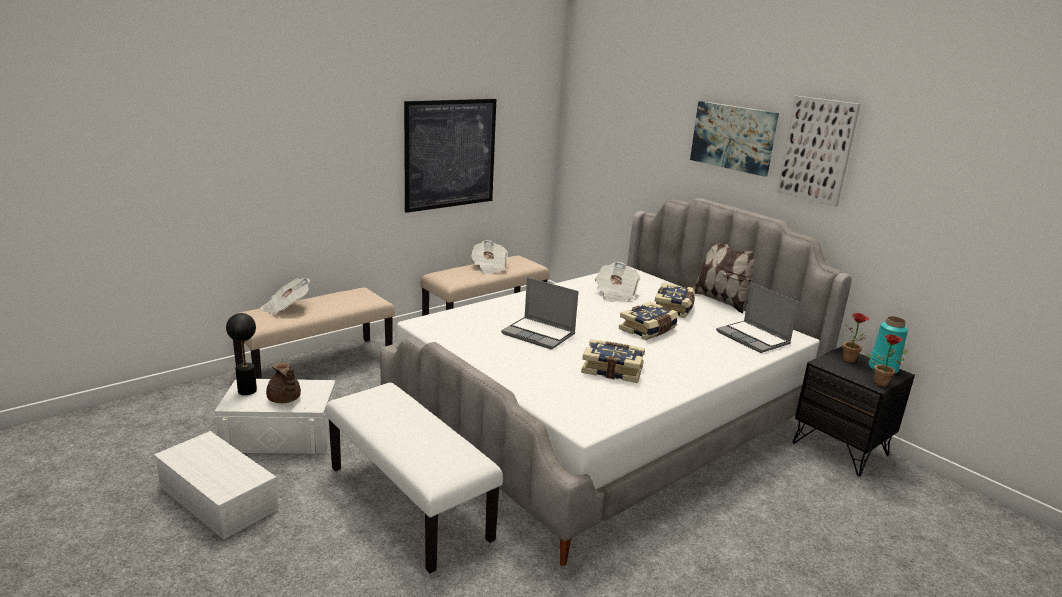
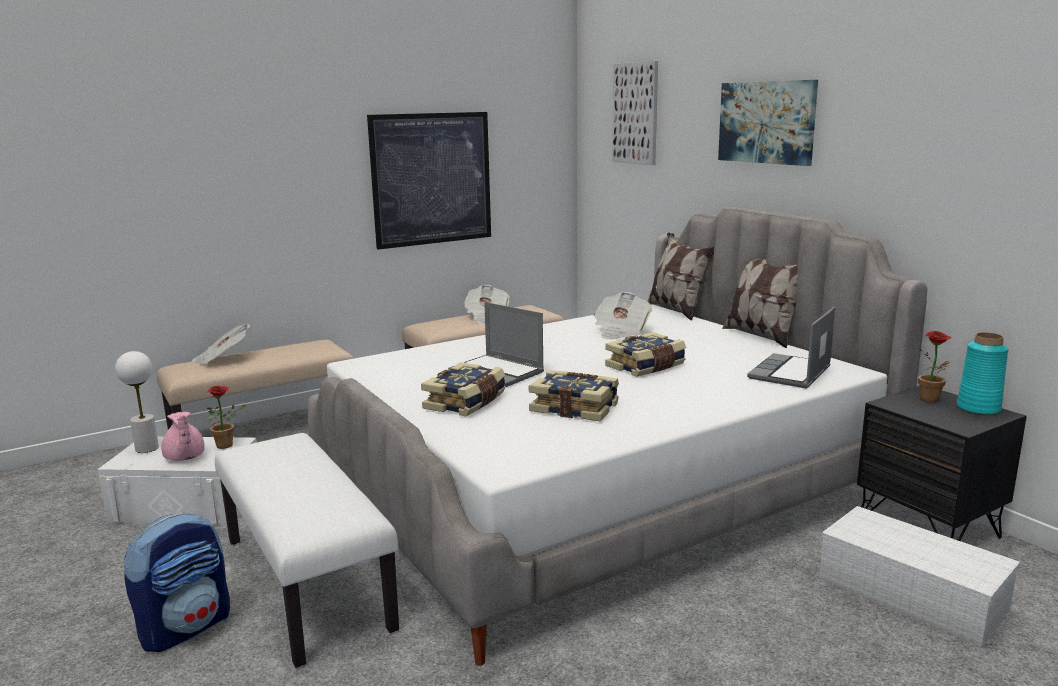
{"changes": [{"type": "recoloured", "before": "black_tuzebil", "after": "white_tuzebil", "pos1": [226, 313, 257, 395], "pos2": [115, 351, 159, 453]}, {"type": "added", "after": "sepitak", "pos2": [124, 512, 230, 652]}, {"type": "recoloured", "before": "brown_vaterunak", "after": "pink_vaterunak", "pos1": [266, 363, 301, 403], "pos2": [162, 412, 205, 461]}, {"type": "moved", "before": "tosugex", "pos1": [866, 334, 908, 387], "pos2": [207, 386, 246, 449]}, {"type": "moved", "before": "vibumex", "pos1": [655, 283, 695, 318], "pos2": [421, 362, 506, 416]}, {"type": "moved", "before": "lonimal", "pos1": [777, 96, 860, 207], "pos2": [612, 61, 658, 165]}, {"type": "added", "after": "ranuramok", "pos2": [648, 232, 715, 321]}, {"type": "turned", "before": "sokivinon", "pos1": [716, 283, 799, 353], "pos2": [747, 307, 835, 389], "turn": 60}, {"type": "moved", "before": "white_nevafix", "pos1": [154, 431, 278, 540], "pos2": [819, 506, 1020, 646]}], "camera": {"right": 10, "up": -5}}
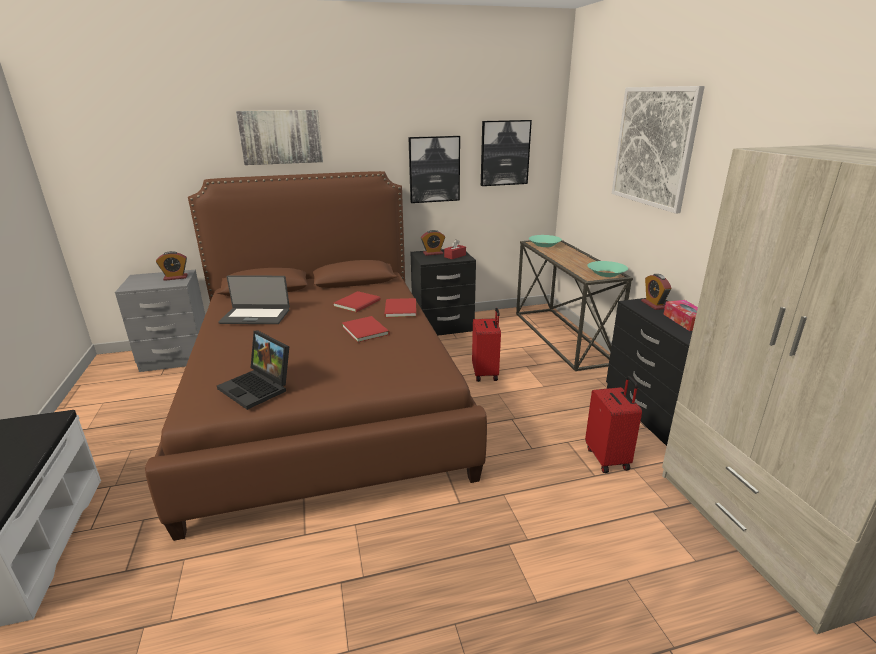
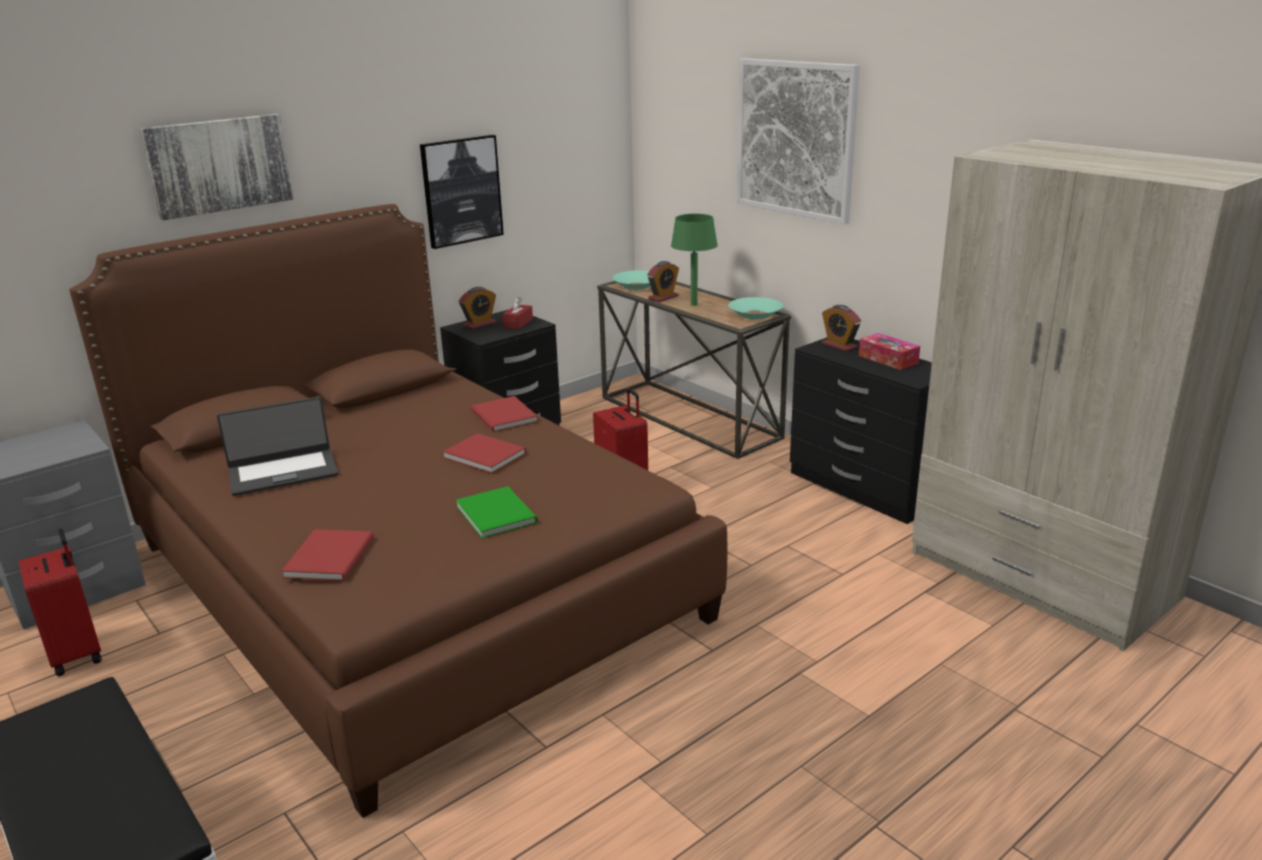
{"changes": [{"type": "moved", "before": "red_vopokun", "pos1": [585, 376, 642, 473], "pos2": [19, 528, 102, 676]}, {"type": "moved", "before": "red_vibumex", "pos1": [333, 291, 381, 312], "pos2": [282, 529, 374, 581]}, {"type": "added", "after": "green_vibumex", "pos2": [456, 486, 538, 538]}, {"type": "moved", "before": "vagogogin", "pos1": [156, 251, 188, 281], "pos2": [647, 261, 679, 302]}, {"type": "added", "after": "green_tuzebil", "pos2": [671, 214, 718, 306]}, {"type": "removed", "before": "sokivinon", "pos1": [217, 330, 290, 410]}, {"type": "removed", "before": "lonimal", "pos1": [481, 120, 532, 186]}], "camera": {"right": -25, "up": 0}}
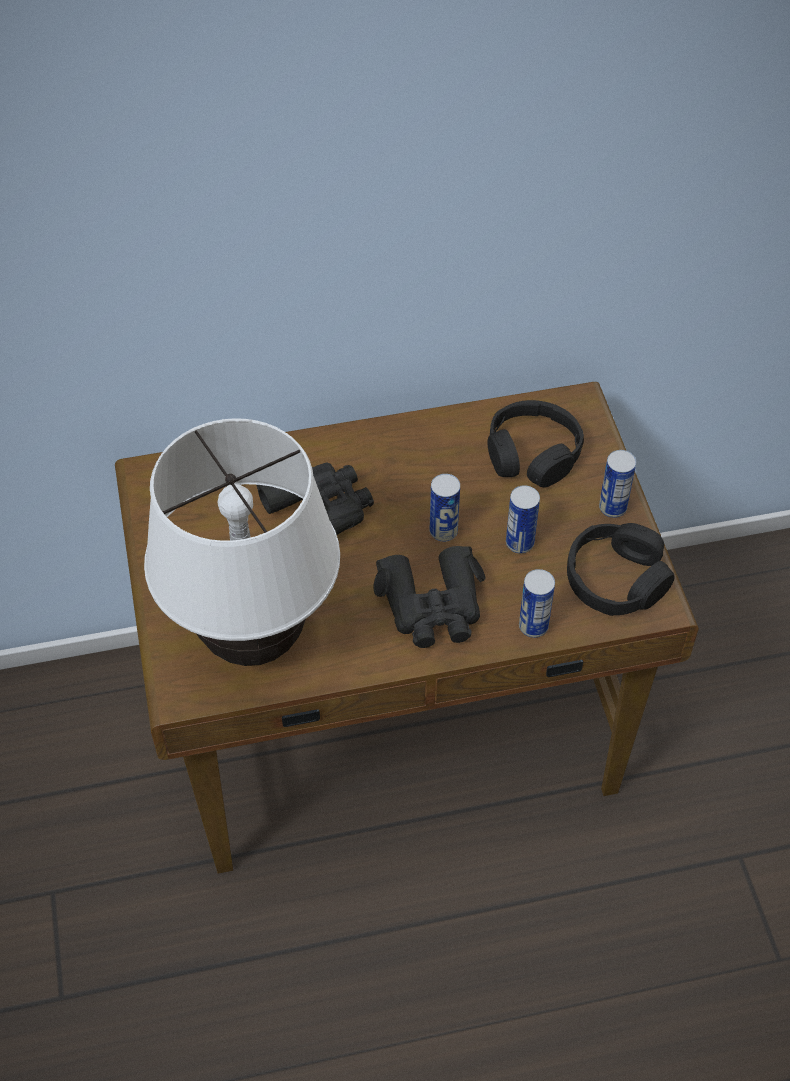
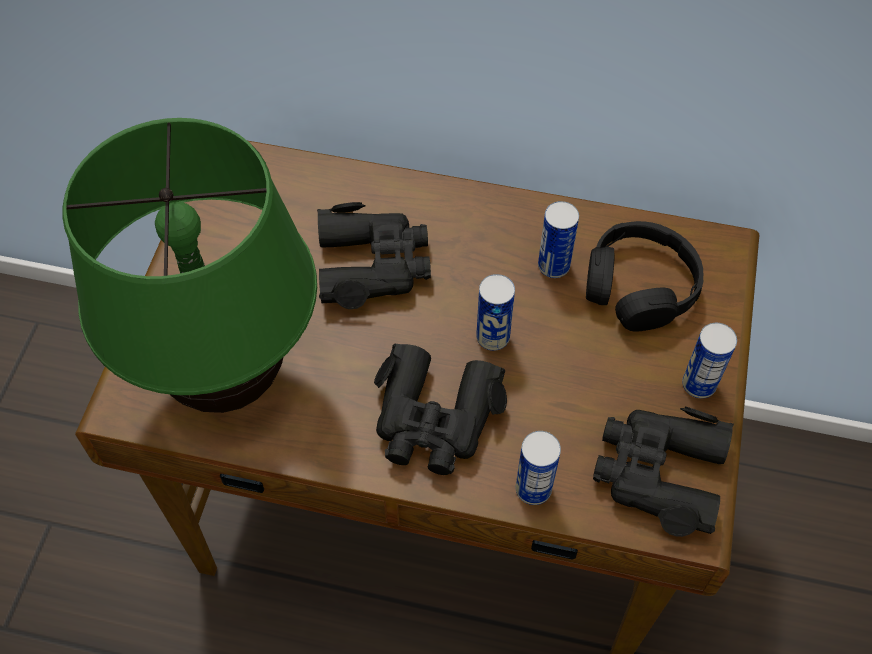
{"changes": [{"type": "recoloured", "before": "white_tuzebil", "after": "green_tuzebil", "pos1": [144, 418, 340, 666], "pos2": [62, 118, 317, 413]}, {"type": "moved", "before": "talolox", "pos1": [506, 485, 540, 553], "pos2": [538, 201, 579, 278]}, {"type": "replaced", "before": "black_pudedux", "after": "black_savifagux", "pos1": [567, 523, 675, 616], "pos2": [593, 407, 734, 537]}], "camera": {"right": 25, "up": 5}}
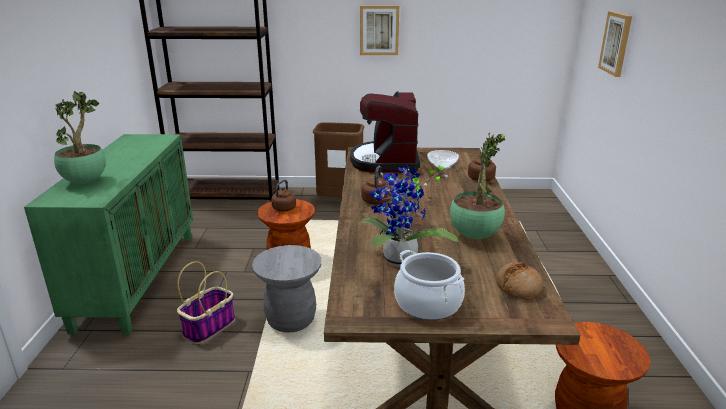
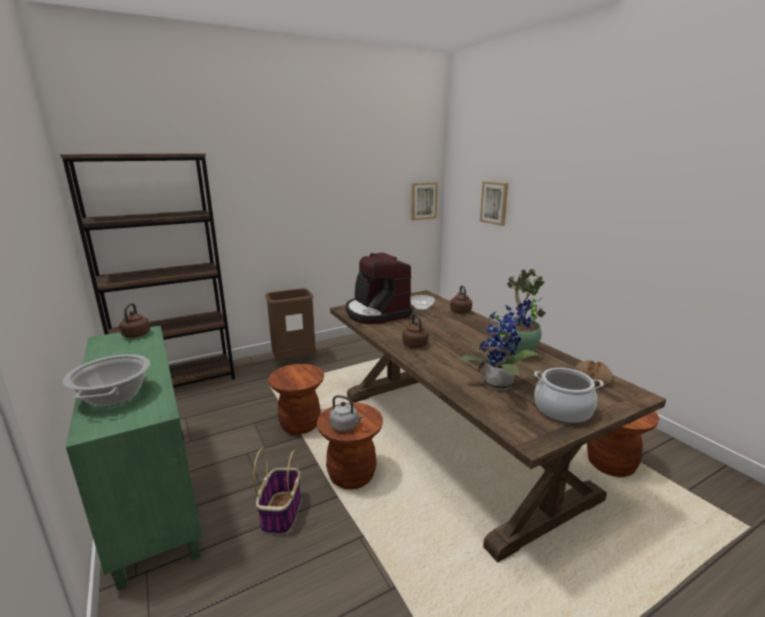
{"changes": [{"type": "replaced", "before": "tosugex", "after": "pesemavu", "pos1": [54, 91, 106, 184], "pos2": [63, 354, 150, 407]}, {"type": "moved", "before": "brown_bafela", "pos1": [270, 180, 296, 212], "pos2": [119, 303, 150, 338]}, {"type": "recoloured", "before": "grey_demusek", "after": "brown_demusek", "pos1": [252, 245, 322, 333], "pos2": [317, 403, 383, 489]}, {"type": "added", "after": "grey_bafela", "pos2": [329, 395, 364, 431]}, {"type": "moved", "before": "lonimal", "pos1": [360, 6, 399, 55], "pos2": [411, 182, 438, 220]}], "camera": {"right": -30, "up": -5}}
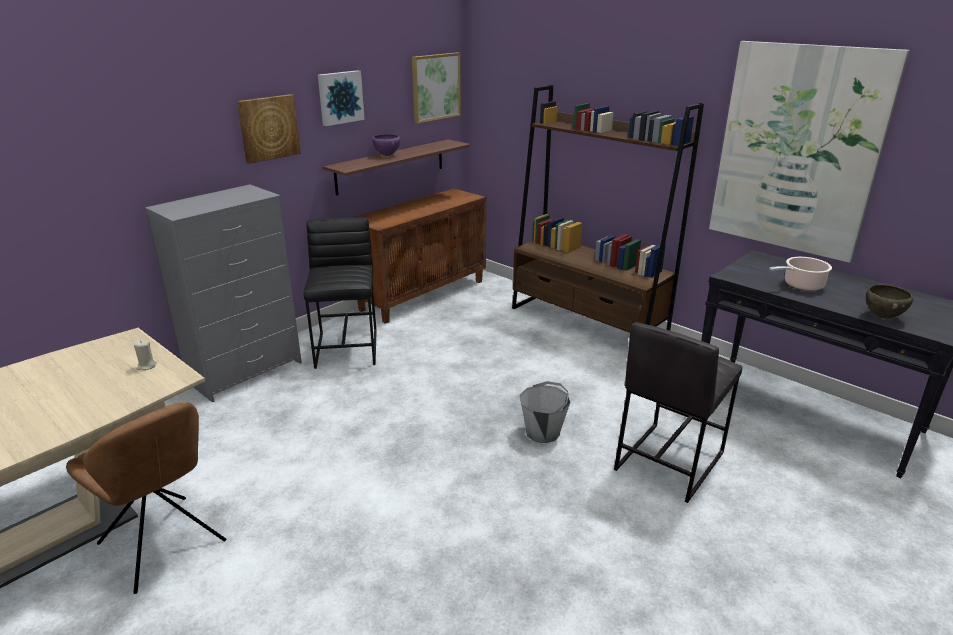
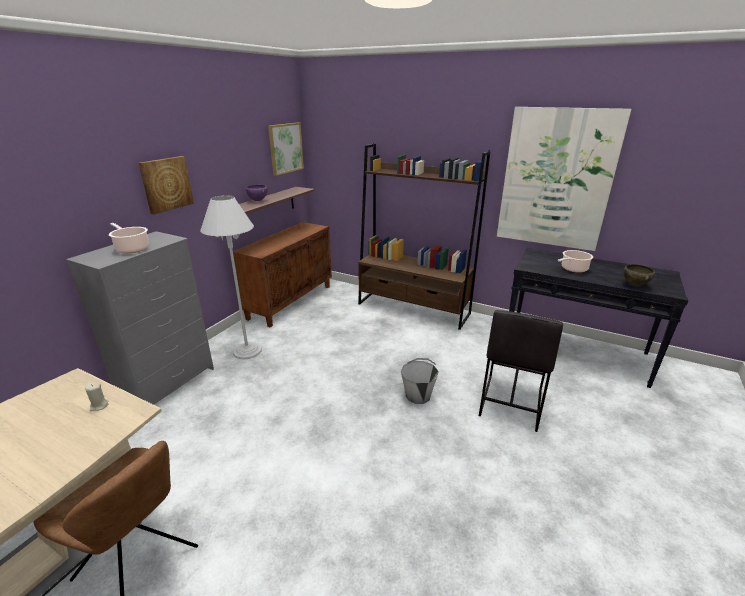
{"changes": [{"type": "added", "after": "pesemavu", "pos2": [109, 223, 149, 253]}, {"type": "replaced", "before": "black_demusek", "after": "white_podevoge", "pos1": [303, 218, 377, 369], "pos2": [200, 195, 262, 359]}, {"type": "removed", "before": "lonimal", "pos1": [318, 70, 365, 126]}], "camera": {"right": -15, "up": 0}}
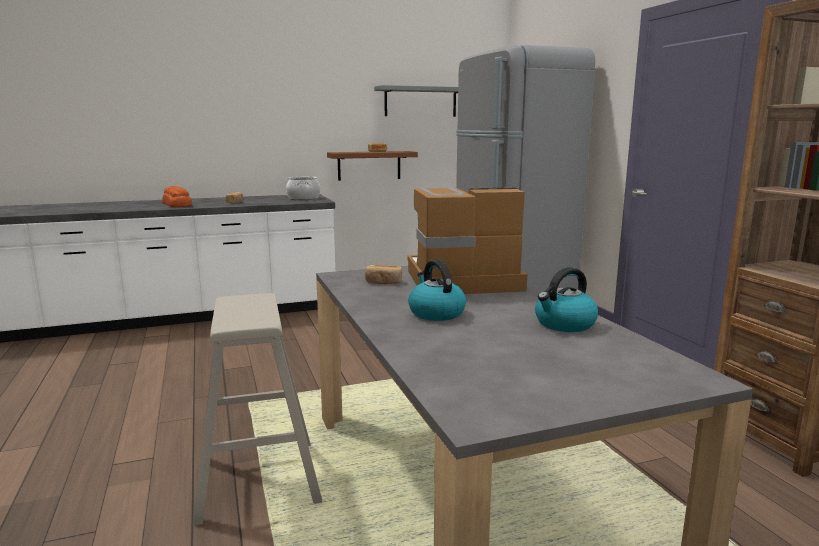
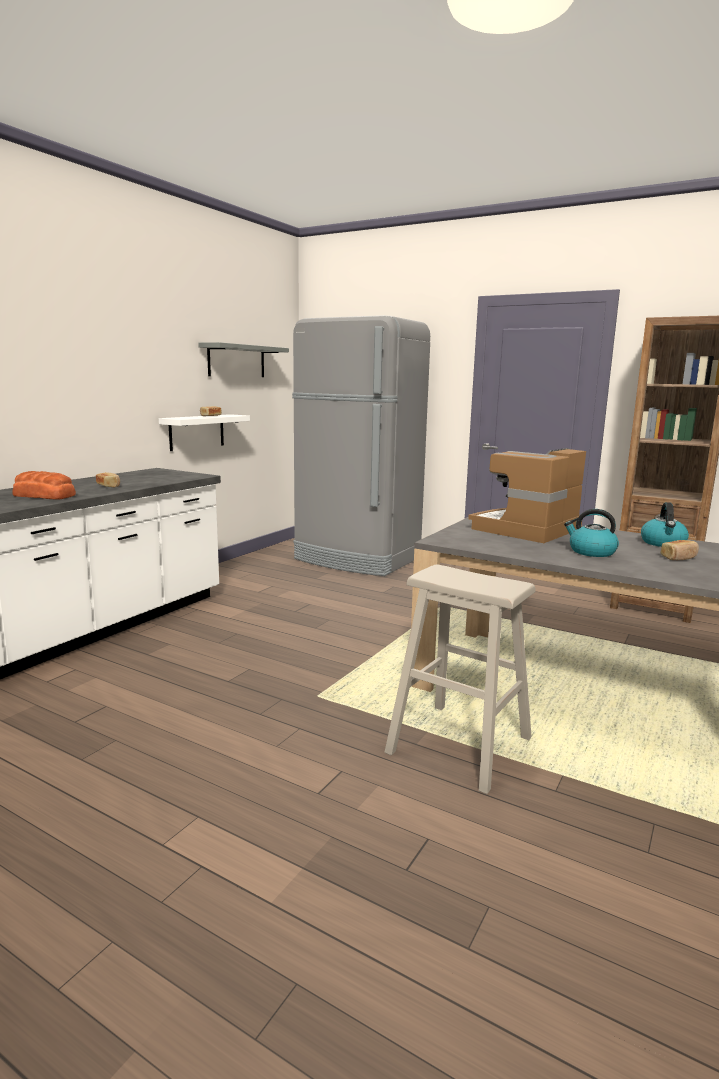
{"changes": [{"type": "recoloured", "before": "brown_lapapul", "after": "white_lapapul", "pos1": [327, 151, 418, 181], "pos2": [159, 414, 250, 451]}, {"type": "moved", "before": "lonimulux", "pos1": [365, 265, 402, 284], "pos2": [661, 540, 699, 560]}, {"type": "removed", "before": "pesemavu", "pos1": [286, 176, 320, 200]}], "camera": {"right": -40, "up": 0}}
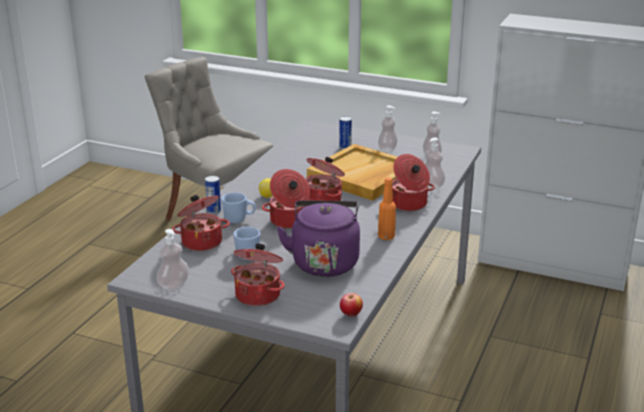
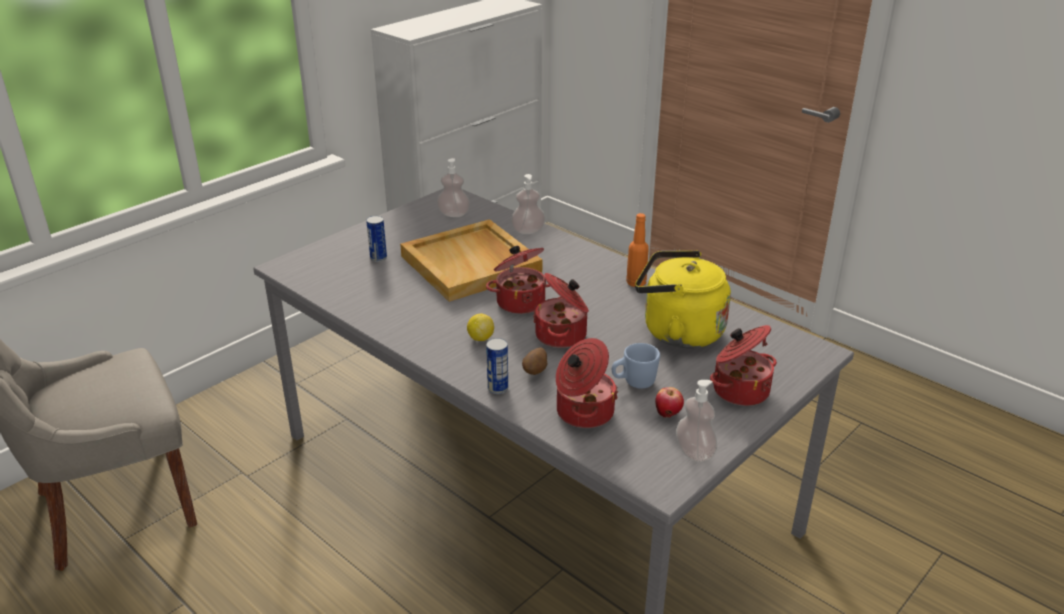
{"changes": [{"type": "replaced", "before": "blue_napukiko", "after": "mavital", "pos1": [221, 192, 256, 223], "pos2": [522, 347, 547, 375]}, {"type": "recoloured", "before": "purple_bafela", "after": "yellow_bafela", "pos1": [276, 200, 360, 277], "pos2": [635, 250, 731, 348]}, {"type": "moved", "before": "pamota", "pos1": [340, 293, 363, 317], "pos2": [655, 387, 684, 418]}, {"type": "removed", "before": "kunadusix", "pos1": [378, 105, 398, 153]}, {"type": "removed", "before": "pesemavu", "pos1": [392, 154, 435, 211]}], "camera": {"right": -70, "up": 5}}
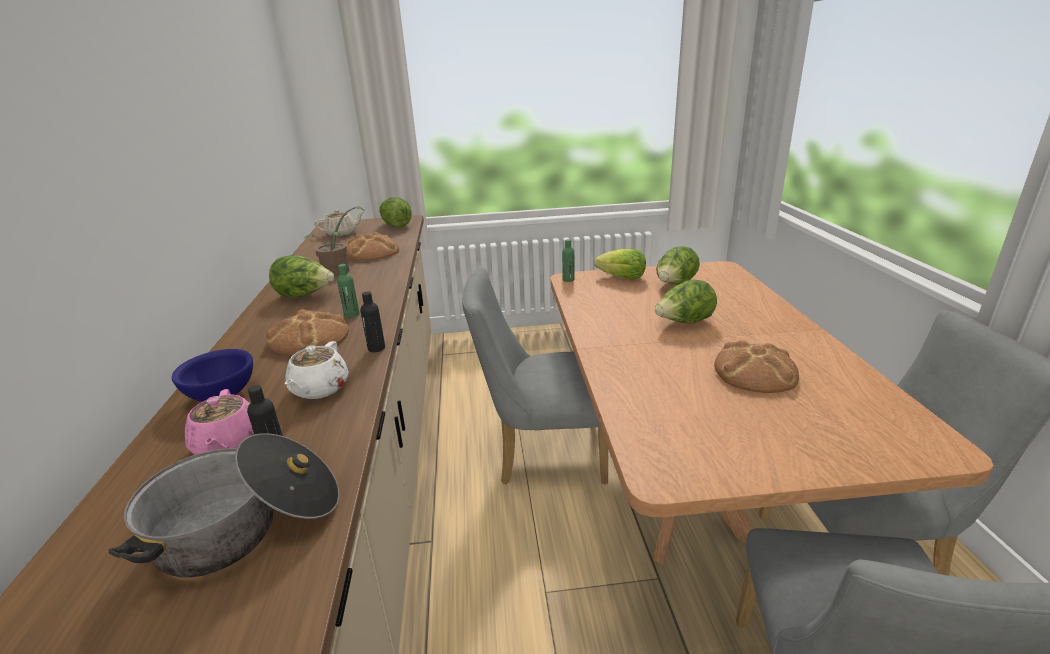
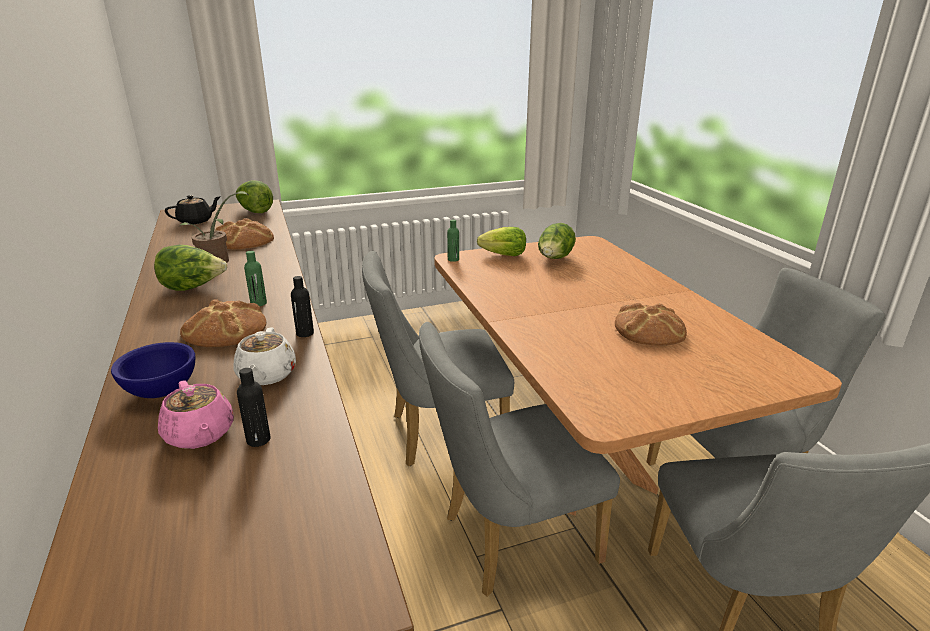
{"changes": [{"type": "recoloured", "before": "beige_vaterunak", "after": "black_vaterunak", "pos1": [314, 209, 365, 236], "pos2": [165, 195, 221, 225]}, {"type": "added", "after": "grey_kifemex", "pos2": [419, 322, 620, 597]}, {"type": "removed", "before": "pesemavu", "pos1": [109, 433, 339, 577]}, {"type": "removed", "before": "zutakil", "pos1": [655, 280, 717, 324]}], "camera": {"right": -15, "up": 0}}
